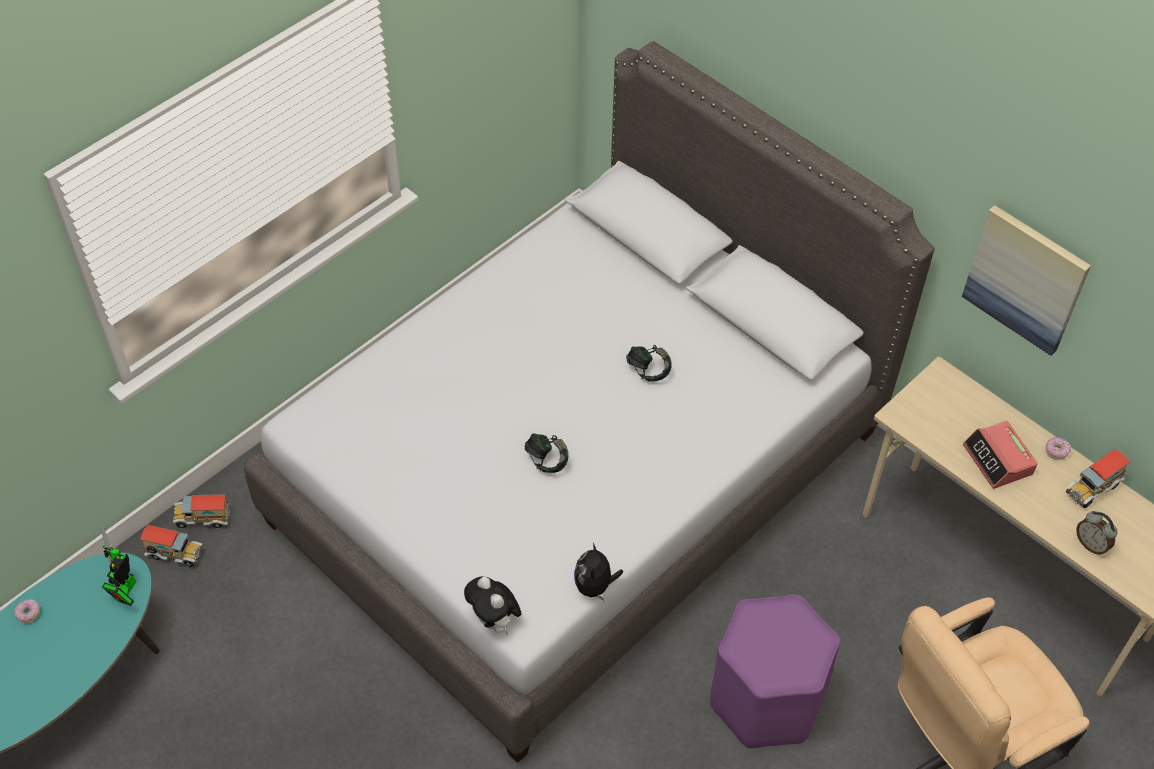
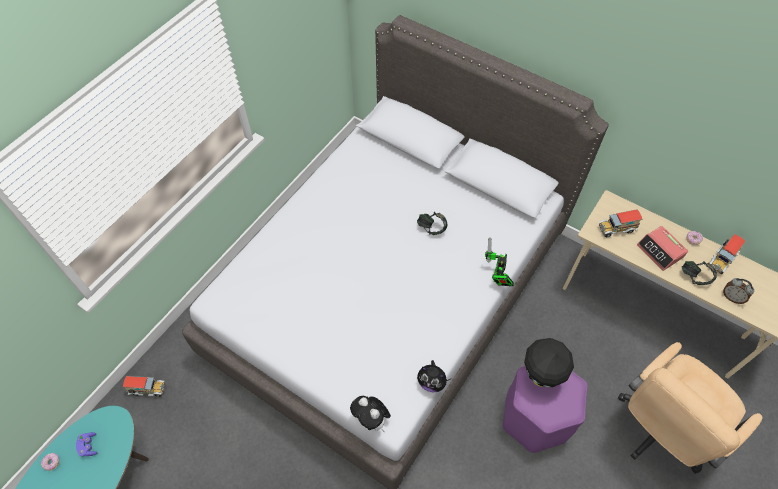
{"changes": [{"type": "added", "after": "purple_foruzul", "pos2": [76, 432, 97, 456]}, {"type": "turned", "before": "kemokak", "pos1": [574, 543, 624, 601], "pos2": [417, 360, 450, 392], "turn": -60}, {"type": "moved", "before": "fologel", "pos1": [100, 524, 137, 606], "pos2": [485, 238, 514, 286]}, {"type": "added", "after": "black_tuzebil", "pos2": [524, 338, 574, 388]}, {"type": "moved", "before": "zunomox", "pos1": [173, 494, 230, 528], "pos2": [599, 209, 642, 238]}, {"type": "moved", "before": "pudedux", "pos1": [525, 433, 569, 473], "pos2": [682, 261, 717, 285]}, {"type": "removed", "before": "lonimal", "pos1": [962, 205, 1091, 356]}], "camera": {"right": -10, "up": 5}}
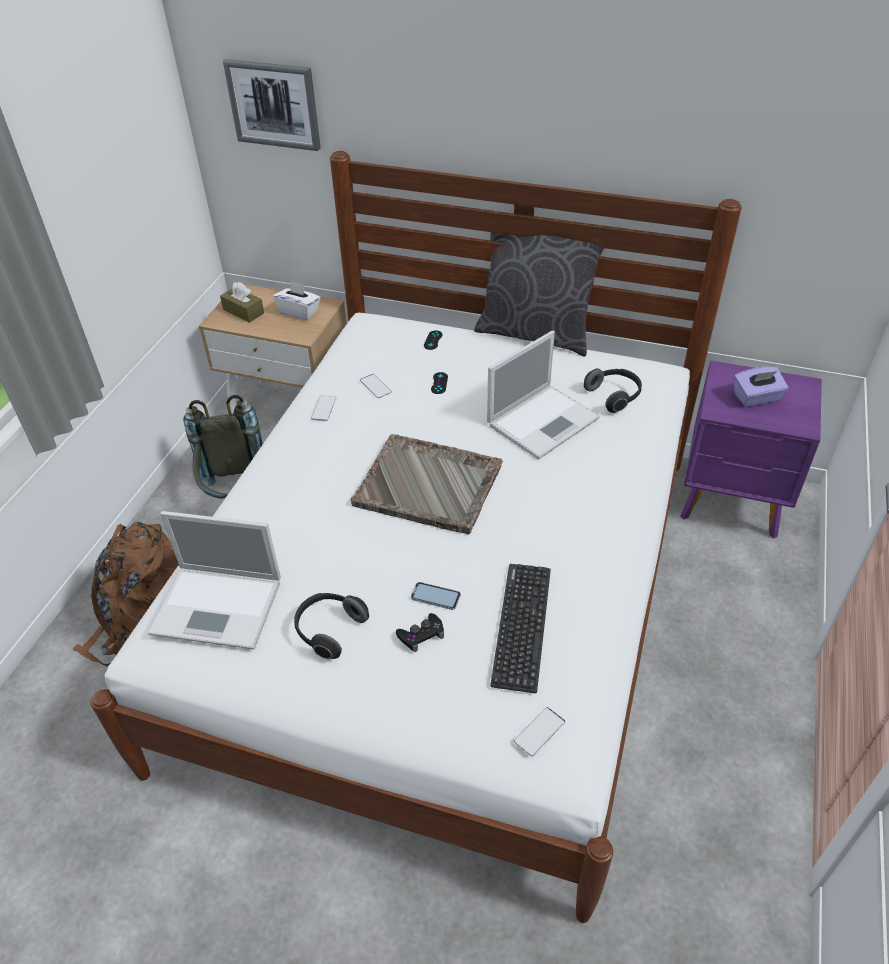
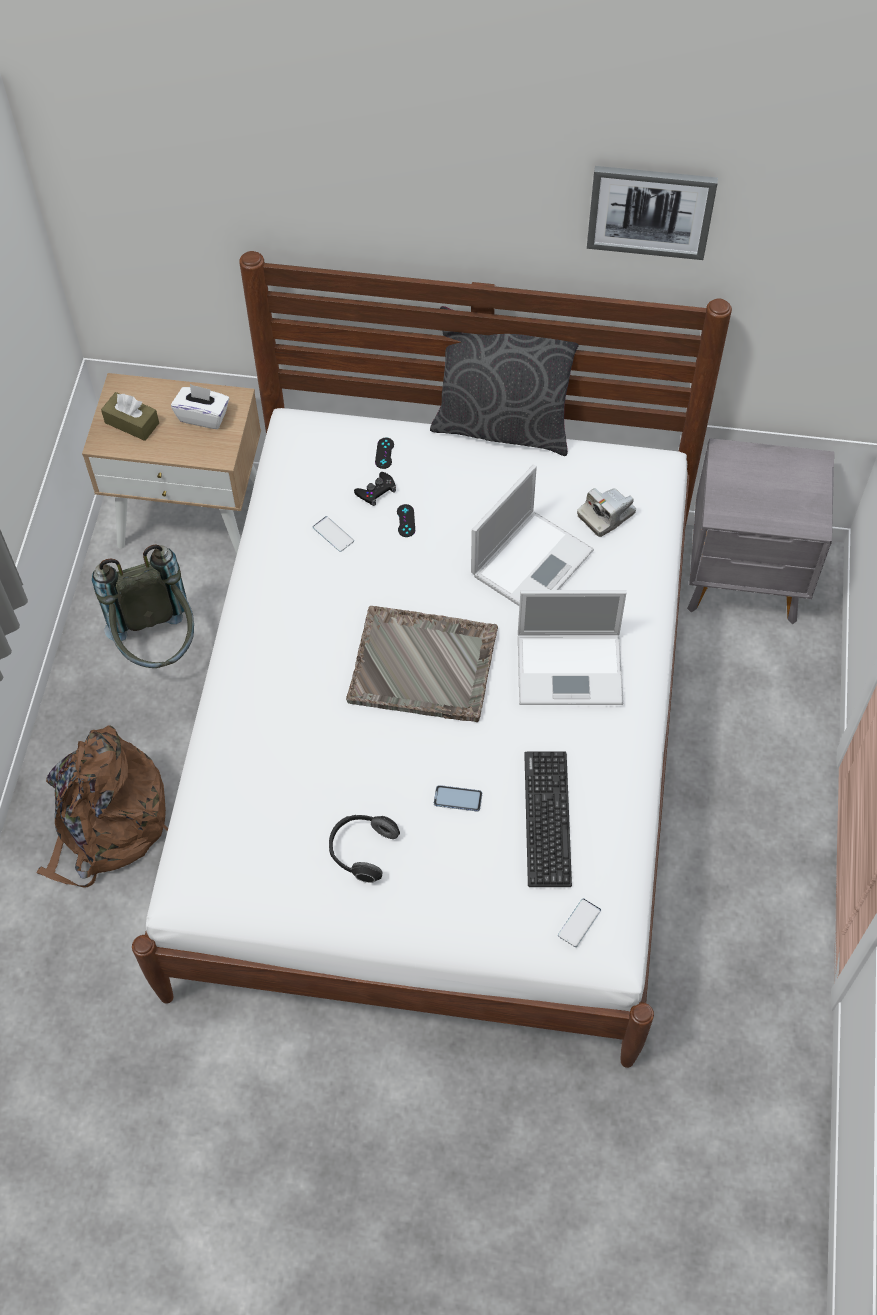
{"changes": [{"type": "moved", "before": "black_foruzul", "pos1": [396, 613, 444, 652], "pos2": [354, 472, 396, 506]}, {"type": "moved", "before": "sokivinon", "pos1": [148, 511, 281, 649], "pos2": [518, 590, 626, 705]}, {"type": "replaced", "before": "pudedux", "after": "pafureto", "pos1": [584, 368, 642, 413], "pos2": [577, 488, 636, 537]}, {"type": "moved", "before": "lonimal", "pos1": [223, 59, 321, 151], "pos2": [587, 166, 718, 260]}, {"type": "recoloured", "before": "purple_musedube", "after": "grey_musedube", "pos1": [680, 361, 822, 539], "pos2": [687, 438, 834, 624]}, {"type": "removed", "before": "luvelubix", "pos1": [311, 395, 336, 421]}, {"type": "removed", "before": "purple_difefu", "pos1": [734, 366, 789, 407]}], "camera": {"right": -10, "up": 15}}
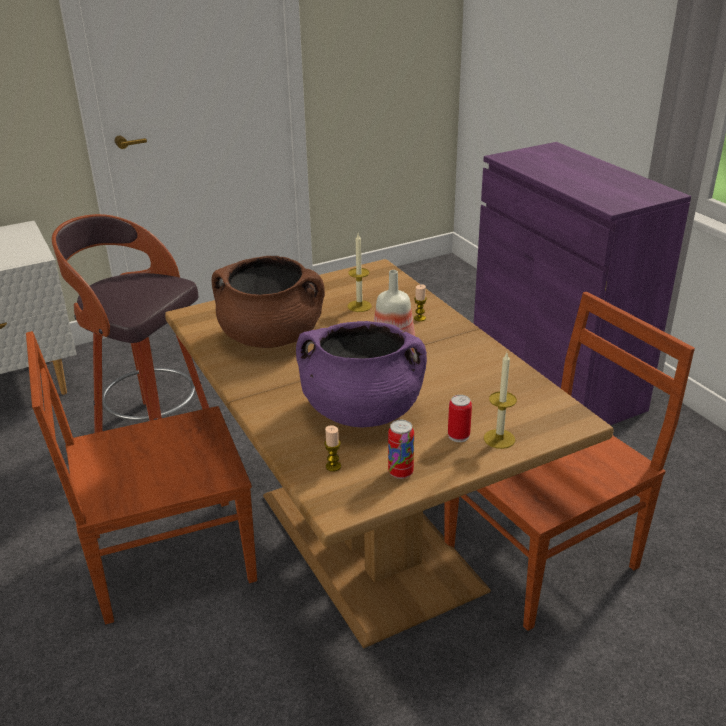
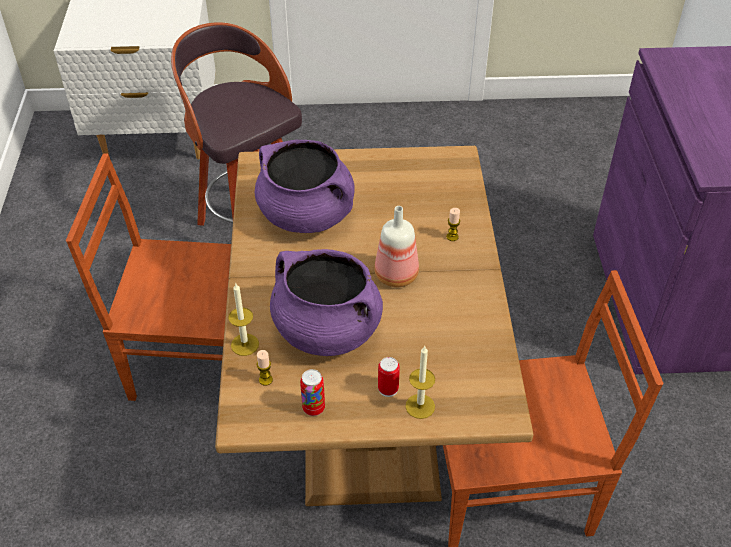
{"changes": [{"type": "moved", "before": "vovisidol", "pos1": [348, 234, 372, 312], "pos2": [228, 284, 259, 356]}, {"type": "recoloured", "before": "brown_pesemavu", "after": "purple_pesemavu", "pos1": [211, 256, 325, 348], "pos2": [255, 140, 355, 233]}], "camera": {"right": 25, "up": 15}}
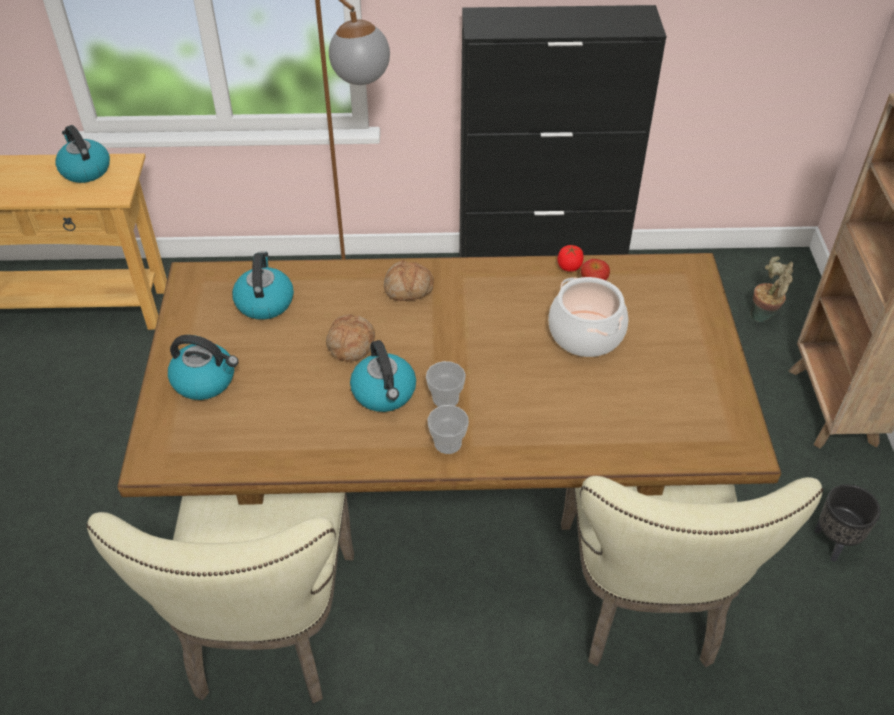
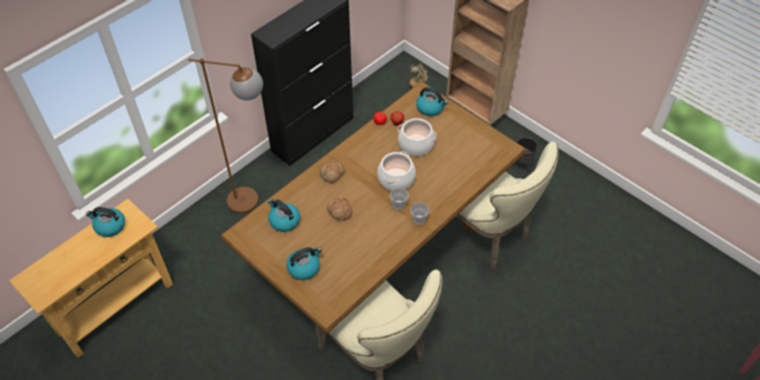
{"changes": [{"type": "added", "after": "pesemavu", "pos2": [377, 152, 416, 191]}, {"type": "moved", "before": "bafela", "pos1": [350, 340, 416, 412], "pos2": [416, 87, 448, 116]}], "camera": {"right": -45, "up": 5}}
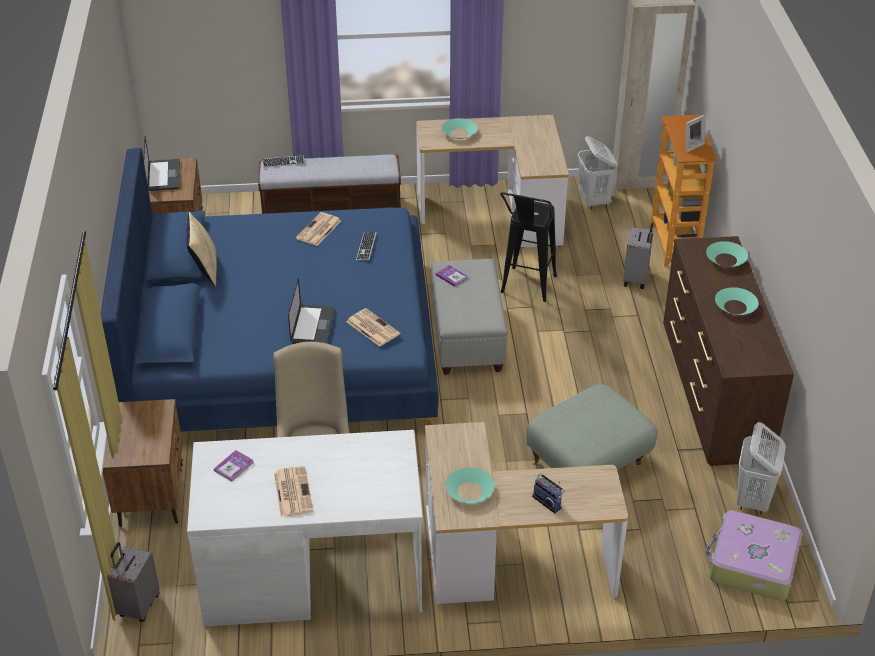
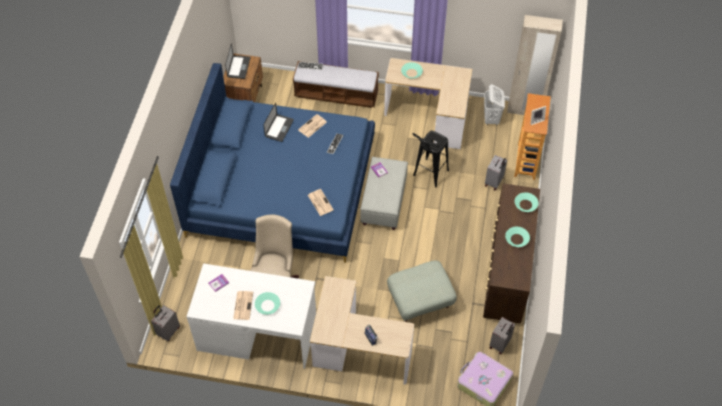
{"changes": [{"type": "moved", "before": "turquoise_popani", "pos1": [446, 467, 495, 503], "pos2": [255, 292, 280, 315]}, {"type": "moved", "before": "sokivinon", "pos1": [288, 278, 335, 344], "pos2": [263, 103, 294, 142]}, {"type": "replaced", "before": "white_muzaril", "after": "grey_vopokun", "pos1": [737, 422, 786, 514], "pos2": [489, 317, 515, 354]}, {"type": "removed", "before": "brown_musedube", "pos1": [103, 399, 183, 527]}, {"type": "removed", "before": "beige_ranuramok", "pos1": [187, 212, 217, 286]}], "camera": {"right": 15, "up": 15}}
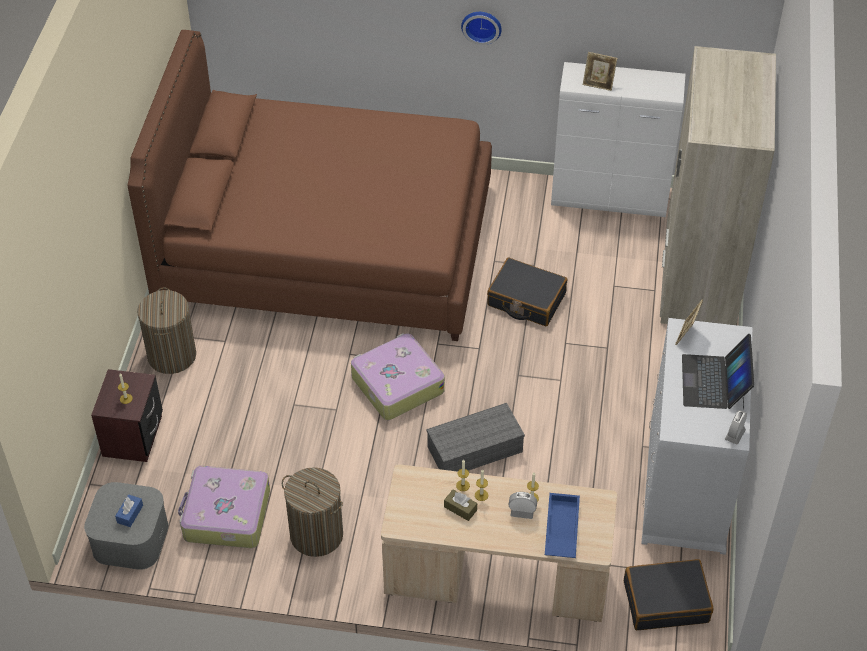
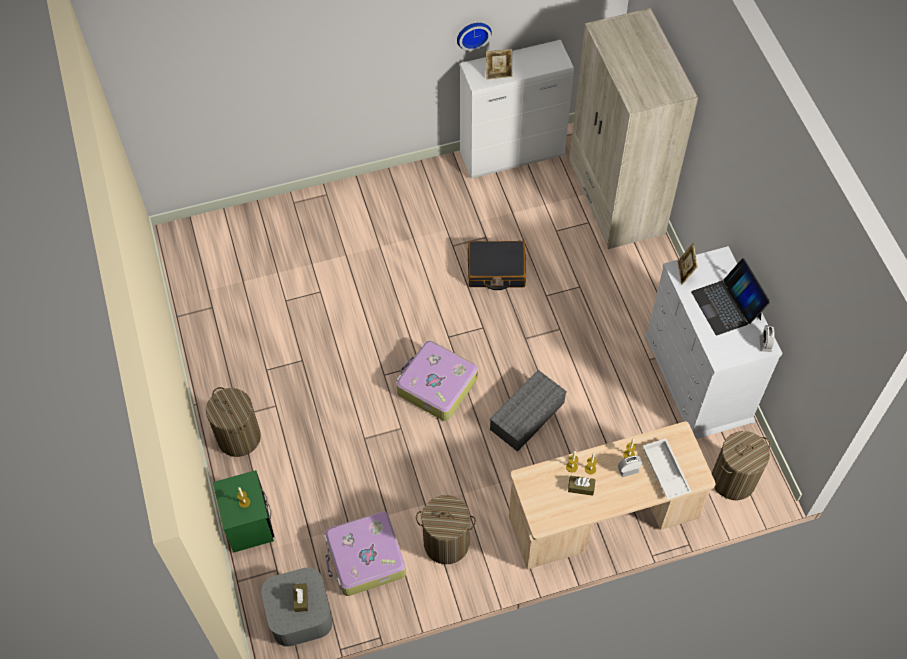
{"changes": [{"type": "recoloured", "before": "brown_musedube", "after": "green_musedube", "pos1": [91, 369, 163, 462], "pos2": [213, 470, 274, 553]}, {"type": "recoloured", "before": "blue_difefu", "after": "brown_difefu", "pos1": [115, 494, 143, 527], "pos2": [293, 583, 308, 612]}, {"type": "moved", "before": "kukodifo", "pos1": [461, 12, 502, 45], "pos2": [457, 23, 492, 51]}, {"type": "recoloured", "before": "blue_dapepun", "after": "white_dapepun", "pos1": [545, 493, 580, 558], "pos2": [643, 438, 692, 500]}, {"type": "replaced", "before": "black_vopokun", "after": "muzaril", "pos1": [624, 559, 713, 630], "pos2": [712, 431, 770, 500]}, {"type": "removed", "before": "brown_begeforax", "pos1": [128, 30, 492, 341]}], "camera": {"right": -25, "up": 10}}
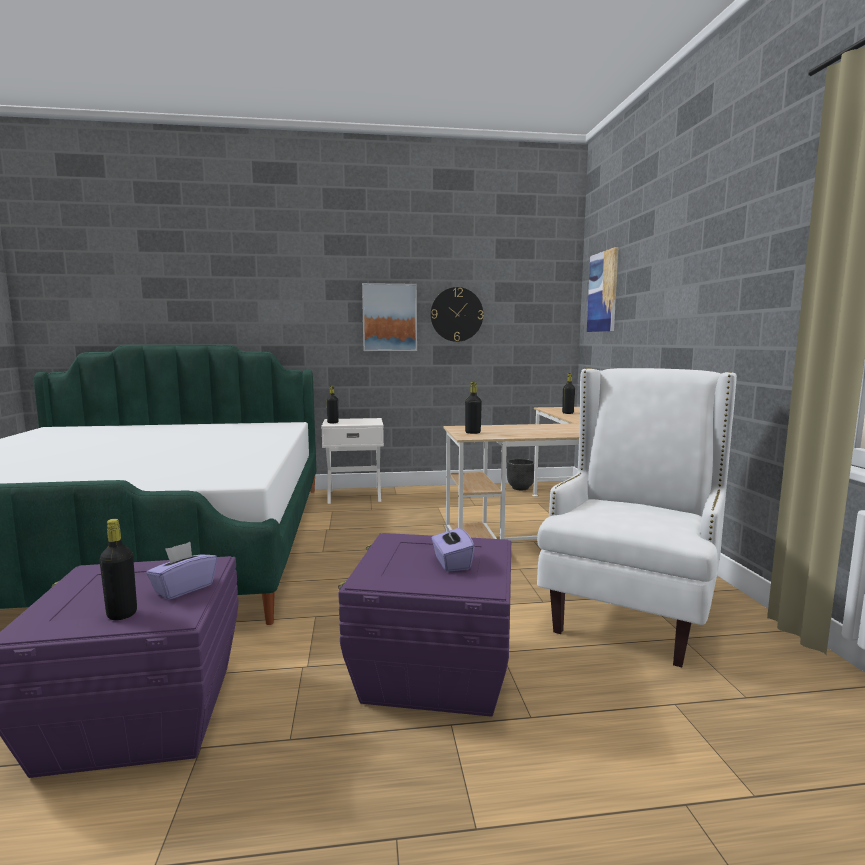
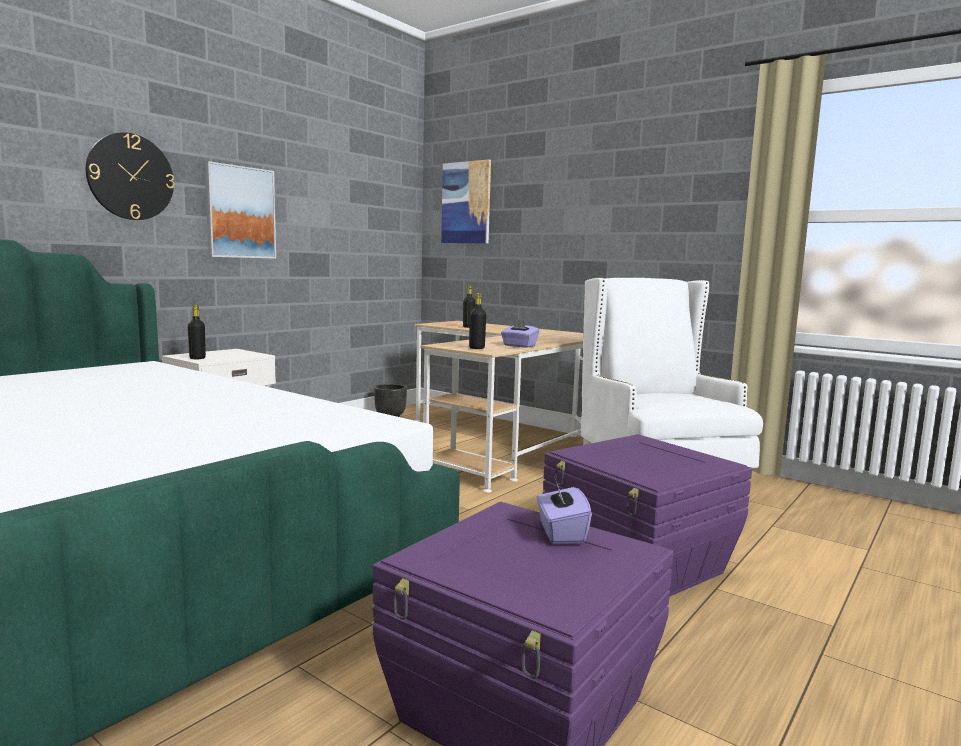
{"changes": [{"type": "moved", "before": "kukodifo", "pos1": [430, 287, 483, 342], "pos2": [86, 132, 175, 220]}, {"type": "moved", "before": "purple_difefu", "pos1": [432, 523, 475, 572], "pos2": [501, 319, 539, 348]}, {"type": "removed", "before": "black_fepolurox", "pos1": [99, 519, 137, 620]}], "camera": {"right": -45, "up": 0}}
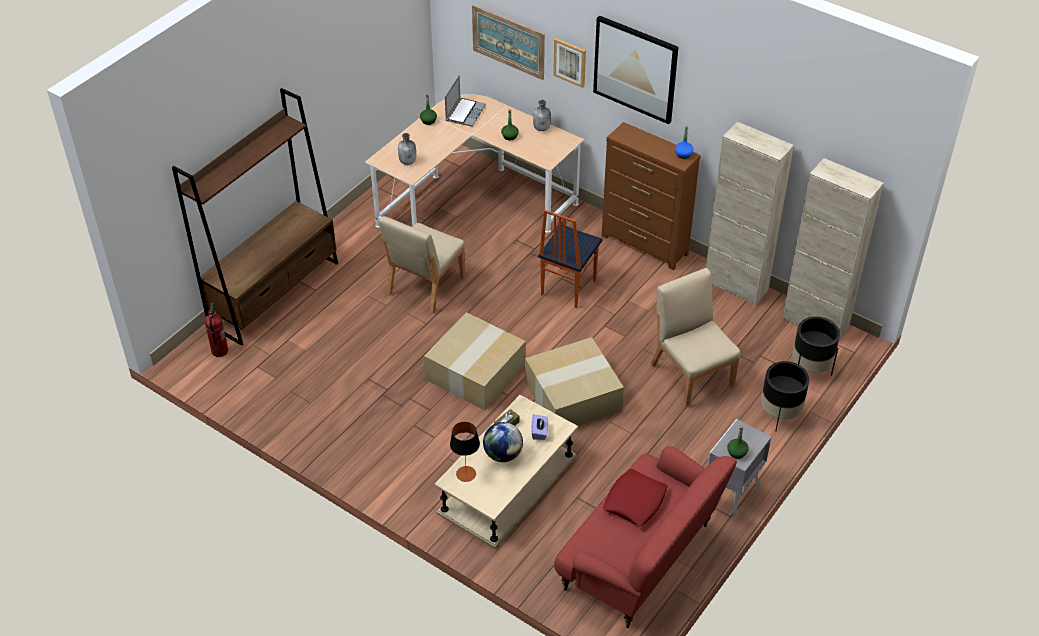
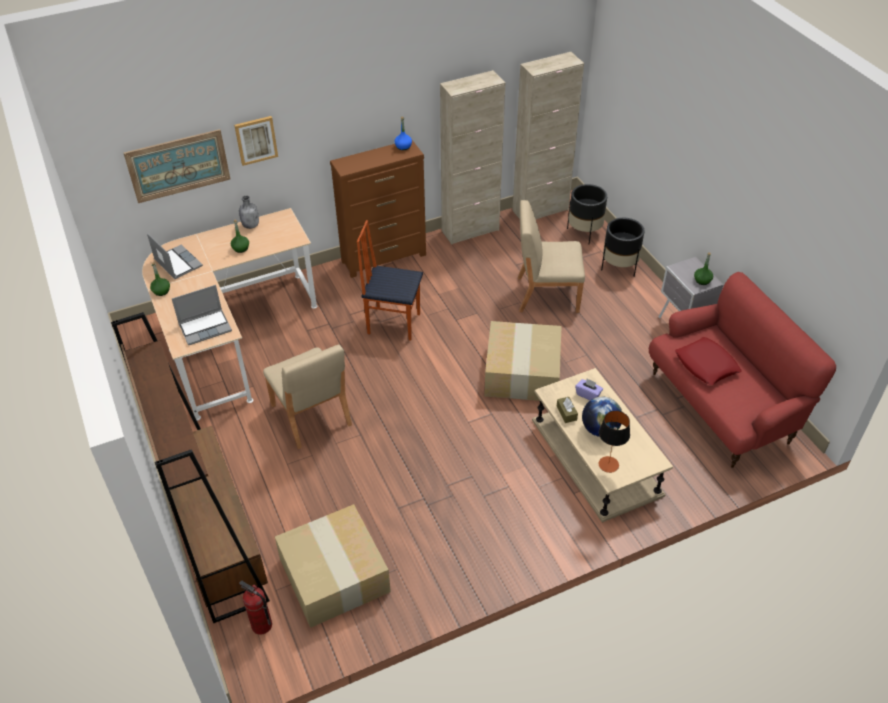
{"changes": [{"type": "replaced", "before": "grey_fepolurox", "after": "sokivinon", "pos1": [398, 133, 416, 165], "pos2": [172, 285, 232, 345]}, {"type": "moved", "before": "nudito", "pos1": [424, 312, 526, 410], "pos2": [275, 504, 391, 628]}, {"type": "turned", "before": "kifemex", "pos1": [538, 210, 603, 308], "pos2": [357, 220, 423, 341], "turn": 135}, {"type": "removed", "before": "lonimal", "pos1": [593, 15, 678, 124]}], "camera": {"right": -60, "up": 0}}
